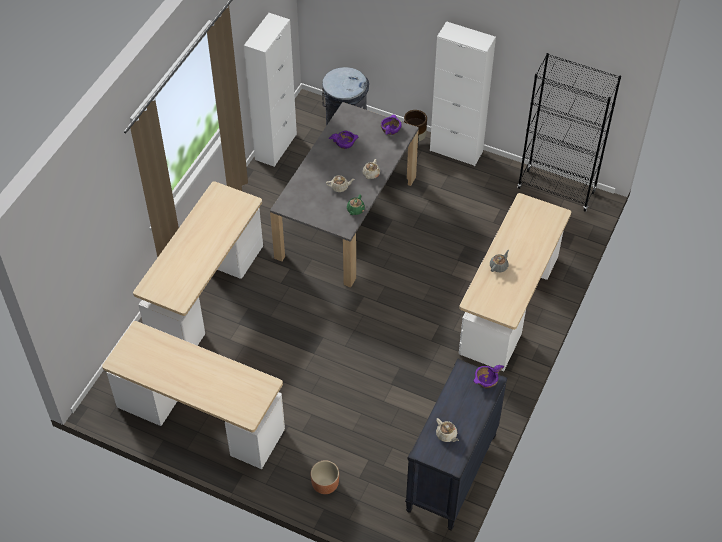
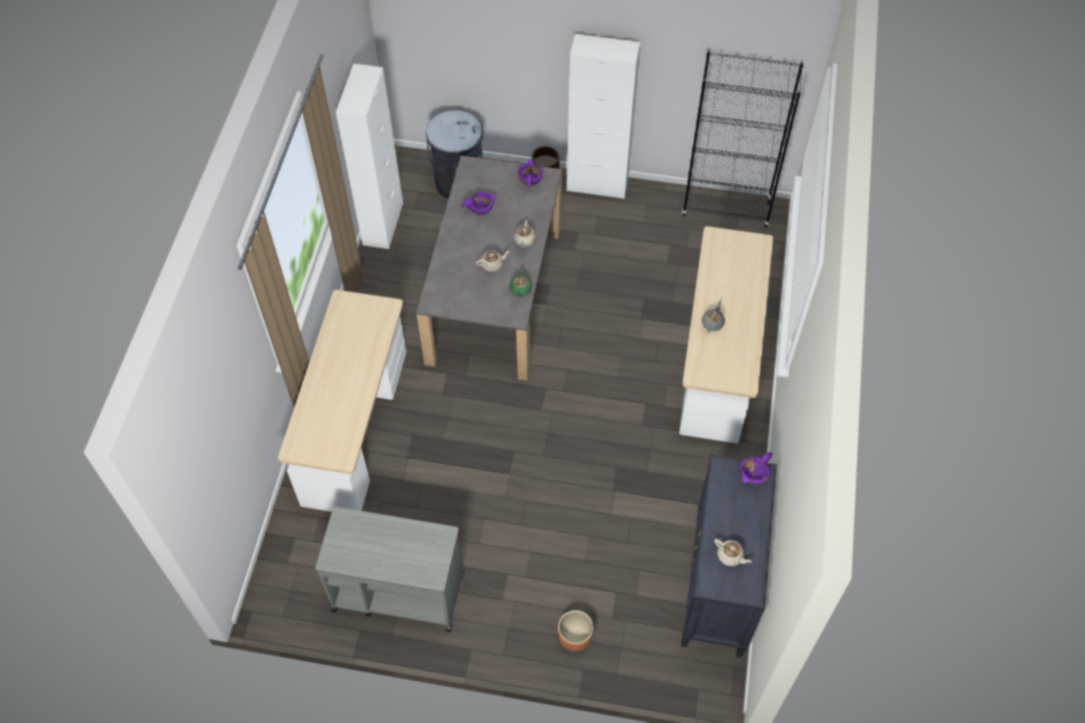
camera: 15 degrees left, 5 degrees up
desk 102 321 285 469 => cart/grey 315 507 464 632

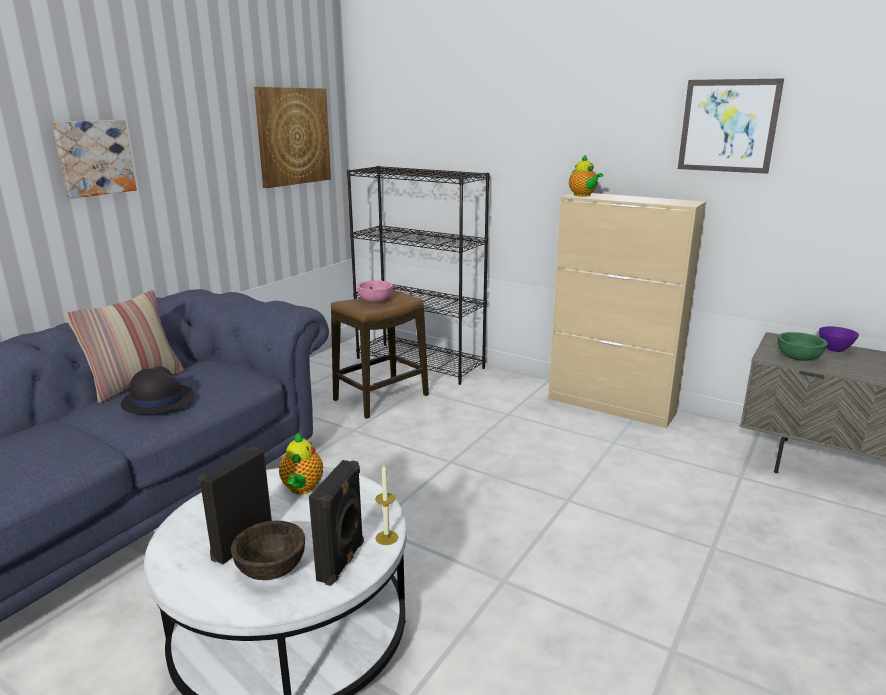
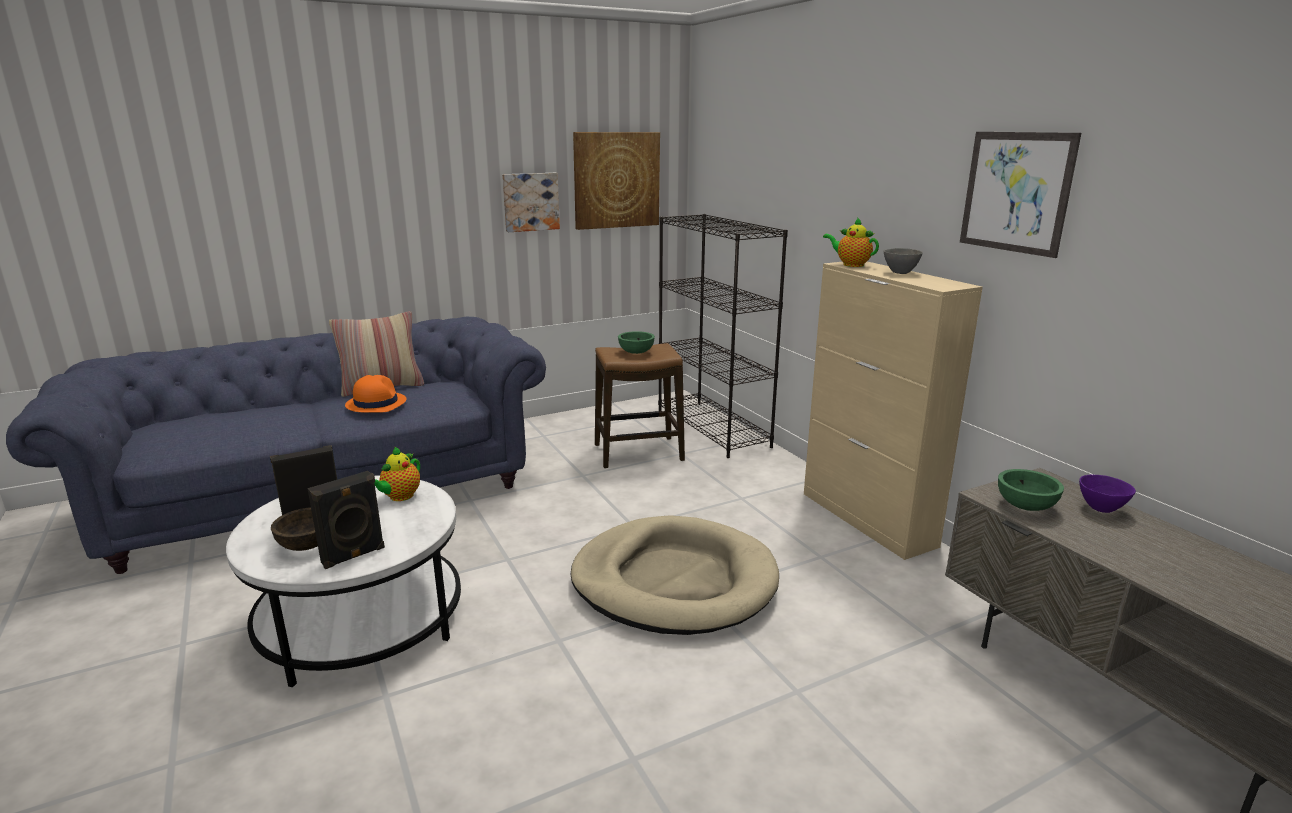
camera: 30 degrees right, 0 degrees up
picture 52 120 137 198 => picture 502 173 560 232, shifted
hat/black 120 367 195 414 => hat/orange 345 375 406 413
bowl/pink 357 280 393 302 => bowl/green 618 331 655 354
candle 375 465 398 545 => nothing
teapot 569 154 603 197 => teapot 823 217 879 267, 120 degrees clockwise
nothing => dog bed/beige 571 515 779 635
nothing => bowl/grey 884 248 923 274

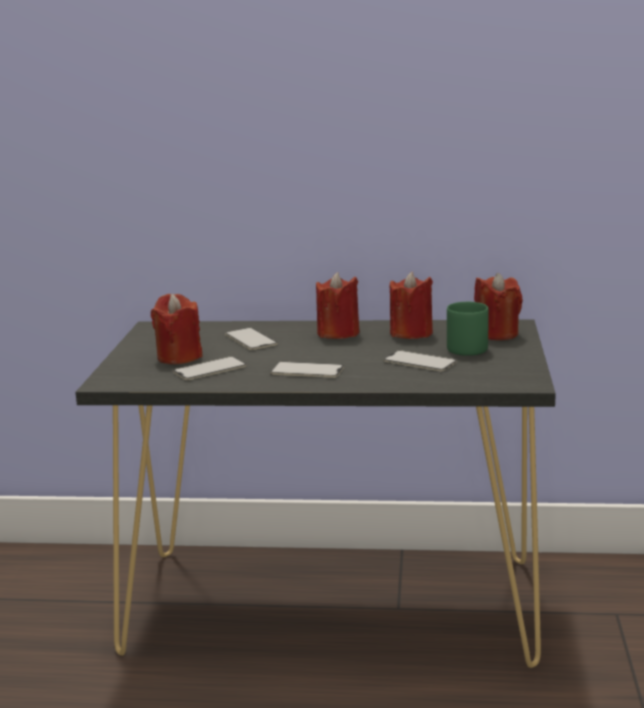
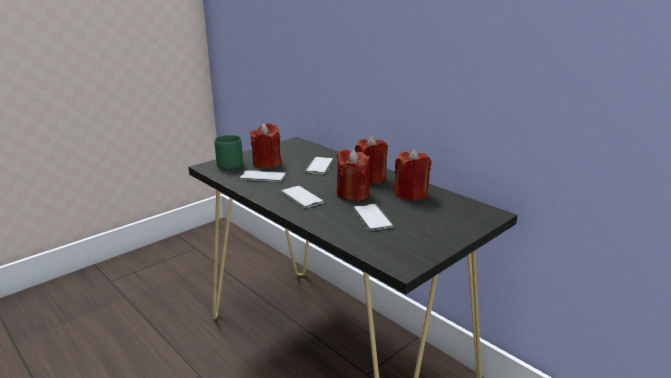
camera: 40 degrees right, 5 degrees up
mug/green 447 302 489 356 => mug/green 214 135 243 170, shifted
candle/red 474 273 523 340 => candle/red 337 149 370 201, shifted

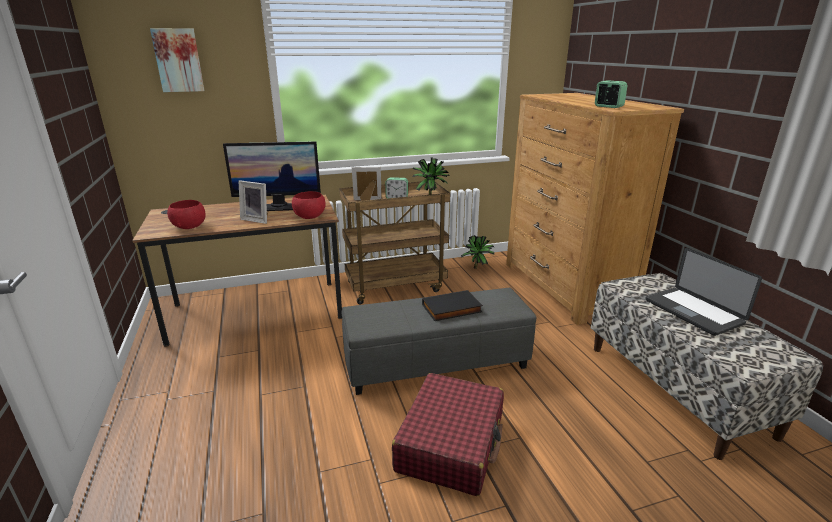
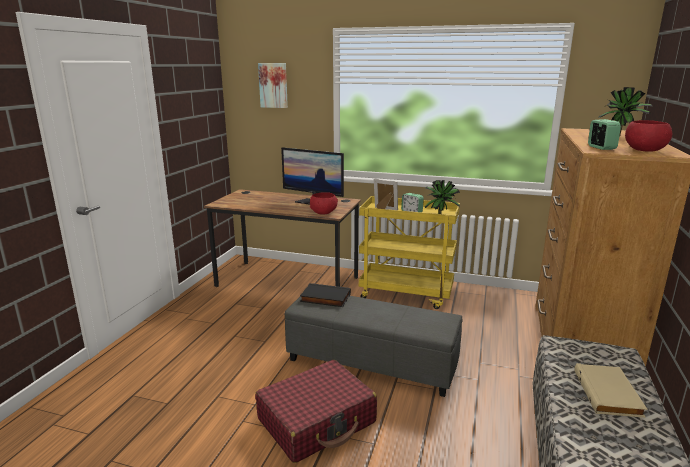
camera: 35 degrees right, 5 degrees down
bowl/red 167 200 206 229 => bowl/red 625 120 672 152, shifted
picture frame 238 180 268 224 => nothing
cart/brown 339 182 450 304 => cart/yellow 359 196 460 309
book/black 422 290 483 321 => book/black 300 283 351 307, shifted
potted plant 461 235 494 269 => potted plant 598 87 652 136, shifted
laptop 646 248 762 336 => book/beige 574 363 647 418

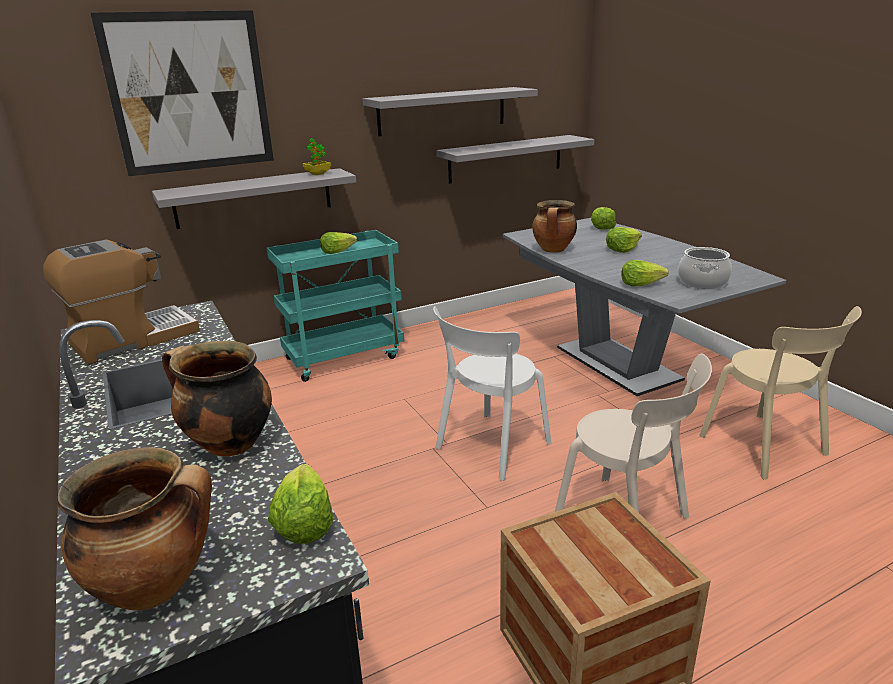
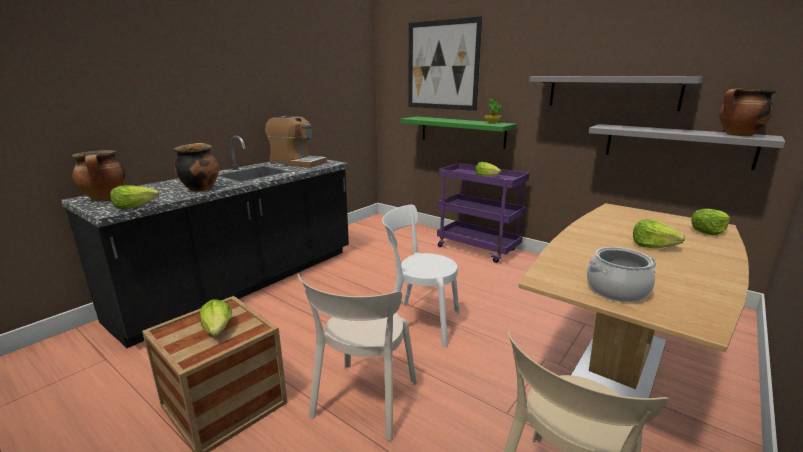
camera: 65 degrees right, 5 degrees down
shelf/grey 152 168 356 229 => shelf/green 400 117 517 149
cart/turquoise 266 230 404 382 => cart/purple 437 163 529 263
dining table/grey 503 218 786 396 => dining table/brown 518 203 749 398
cooking pot 532 200 577 253 => cooking pot 719 88 776 136, shifted
lettuce 621 260 669 286 => lettuce 200 300 232 336, shifted

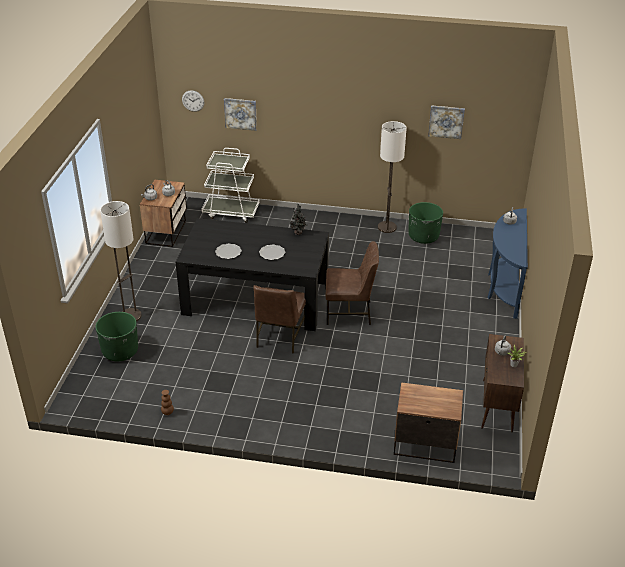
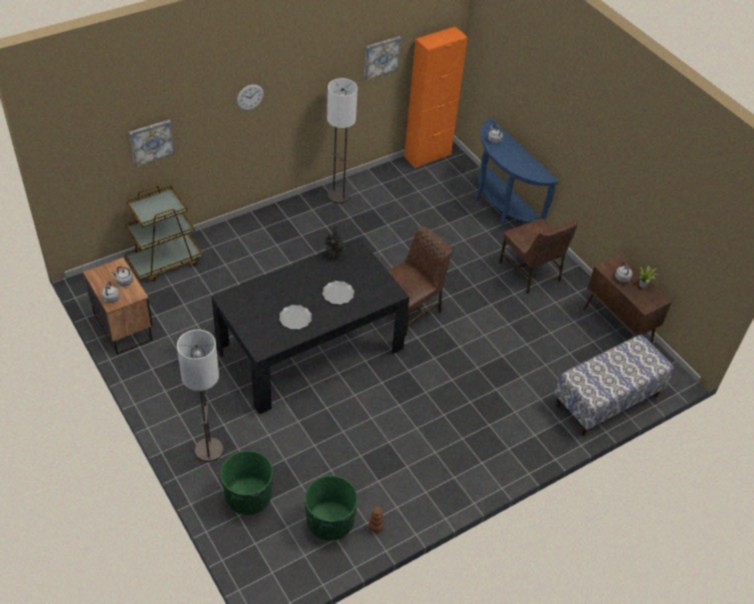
camera: 45 degrees left, 10 degrees up
wall clock 182 90 204 112 => wall clock 237 84 264 110, shifted
cart/white 201 148 259 223 => cart/brown 125 185 203 282
chair/brown 253 285 306 354 => chair/brown 499 218 578 294, shifted
nightstand 394 382 463 463 => bench 555 335 674 436
planter/green 409 202 443 244 => planter/green 305 475 358 541, shifted
nothing => cabinet/orange 404 27 468 168

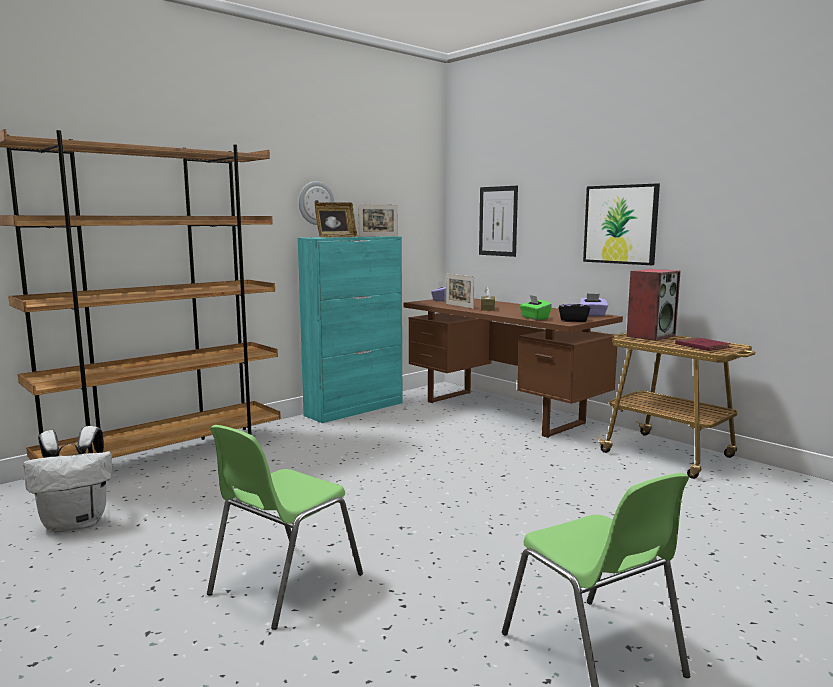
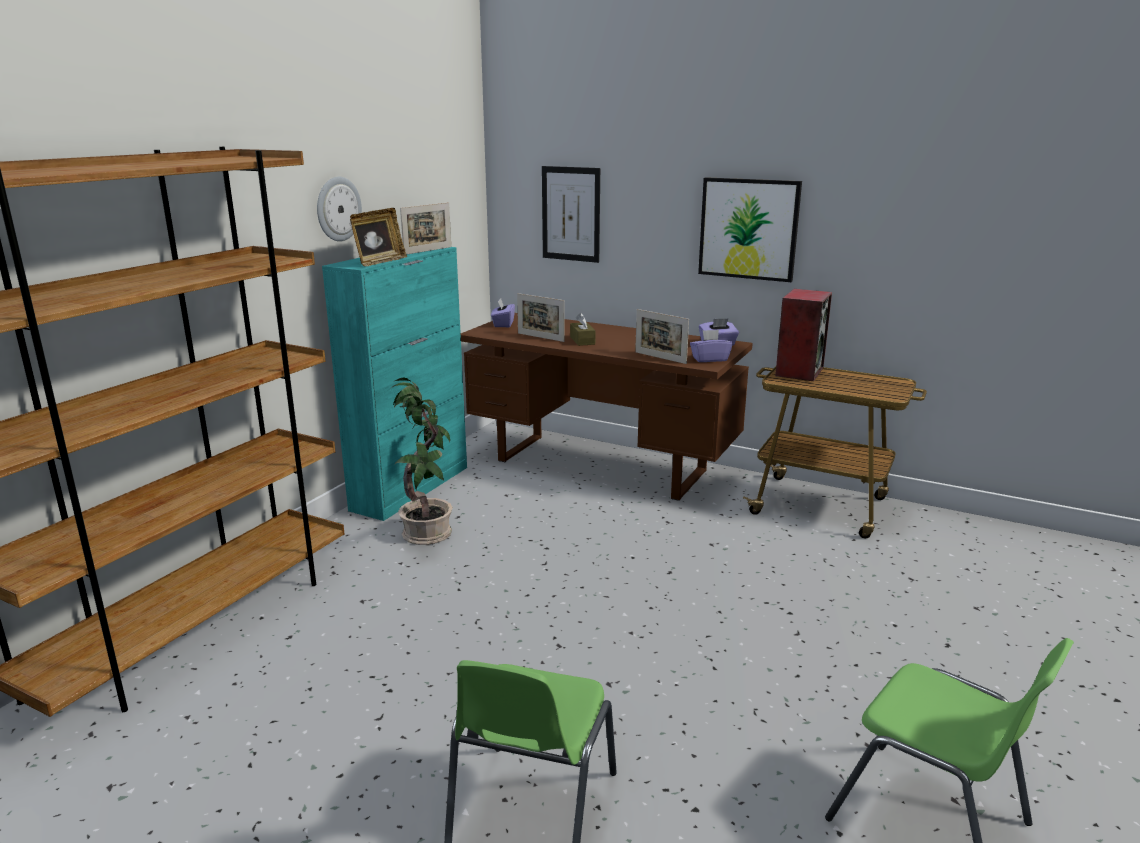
camera: 20 degrees left, 10 degrees up
backpack/white 24 426 112 533 => nothing
tissue box/green 520 295 552 320 => picture frame 635 309 689 364
tissue box/black 559 297 590 322 => tissue box/purple 690 330 733 362
book/red 675 337 731 351 => nothing
nothing => potted plant 391 377 453 545

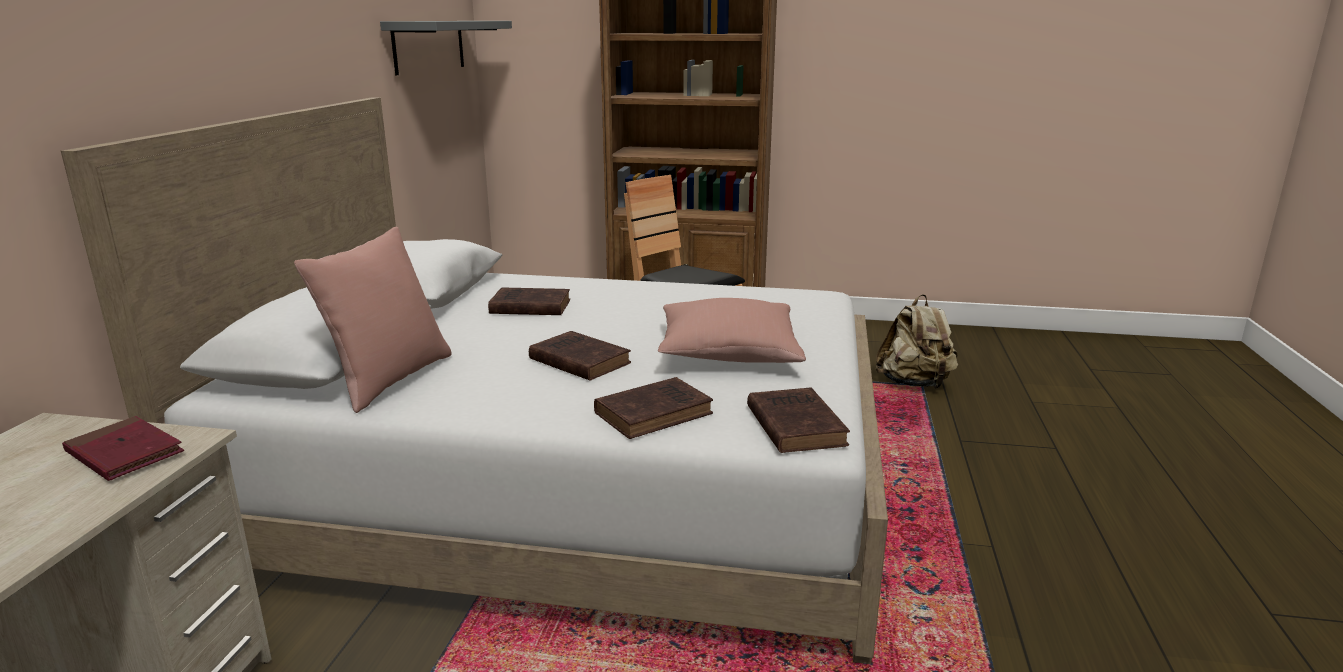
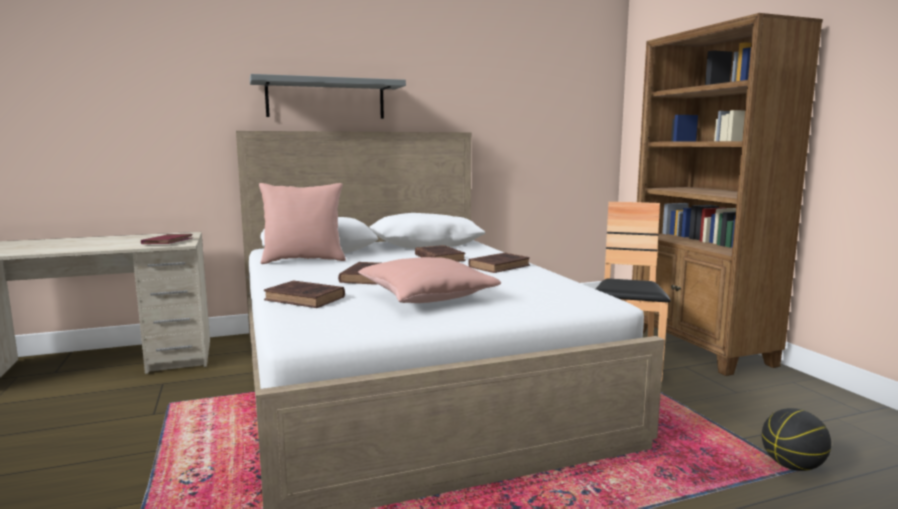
camera: 60 degrees right, 10 degrees down
shelf/grey 380 21 512 75 => shelf/grey 250 74 406 119, shifted
book/brown 747 388 850 453 => book/brown 468 253 530 273, shifted
backpack/beige 876 294 958 389 => basketball 762 408 831 471

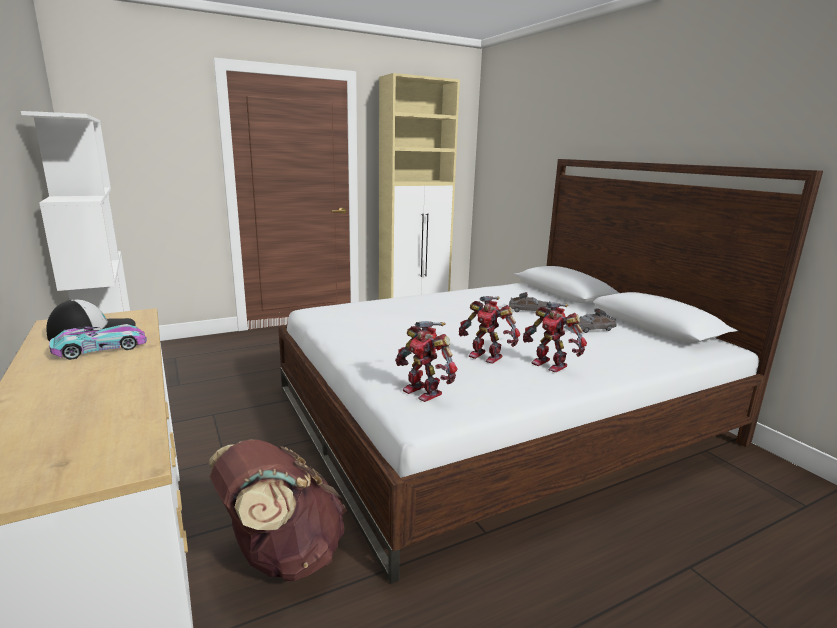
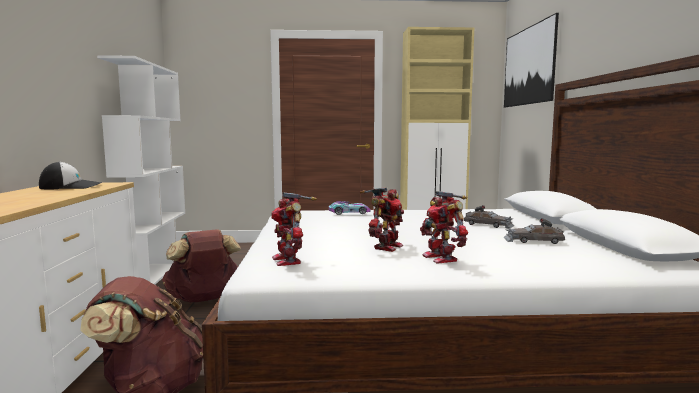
camera: 25 degrees right, 10 degrees down
toy car 49 324 147 360 => toy car 329 201 371 215, shifted
toy robot 459 296 520 364 => toy robot 360 187 404 252, 120 degrees counterclockwise
nothing => backpack/brown 162 229 241 302
nothing => picture 504 13 559 107

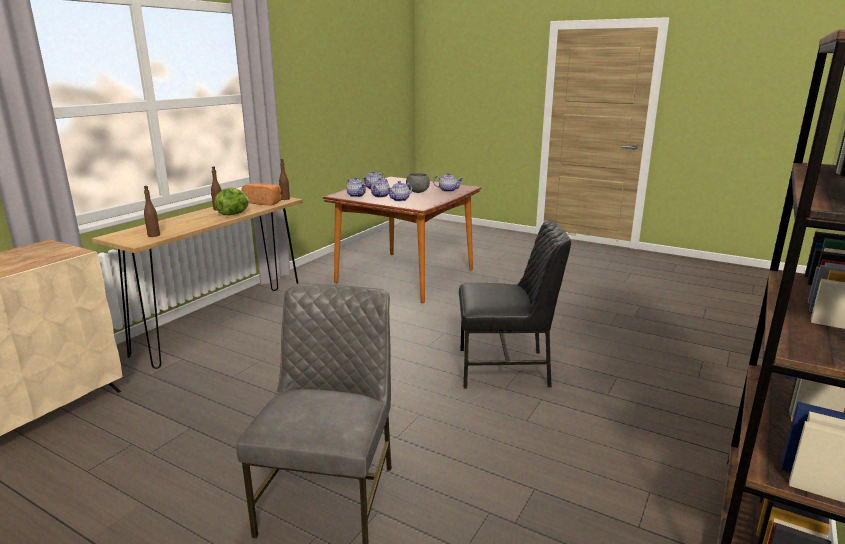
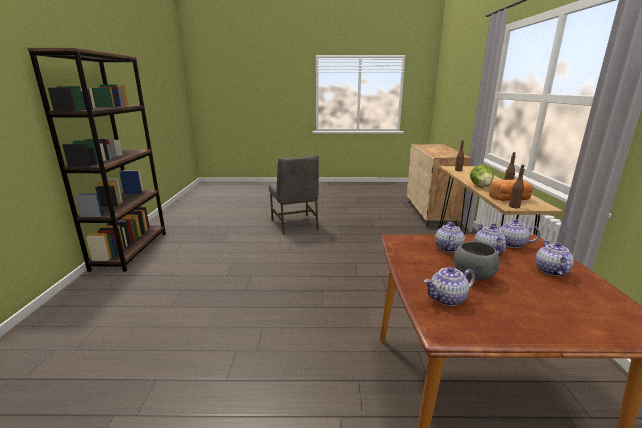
camera: 150 degrees right, 0 degrees up
chair/black 459 221 571 389 => nothing

